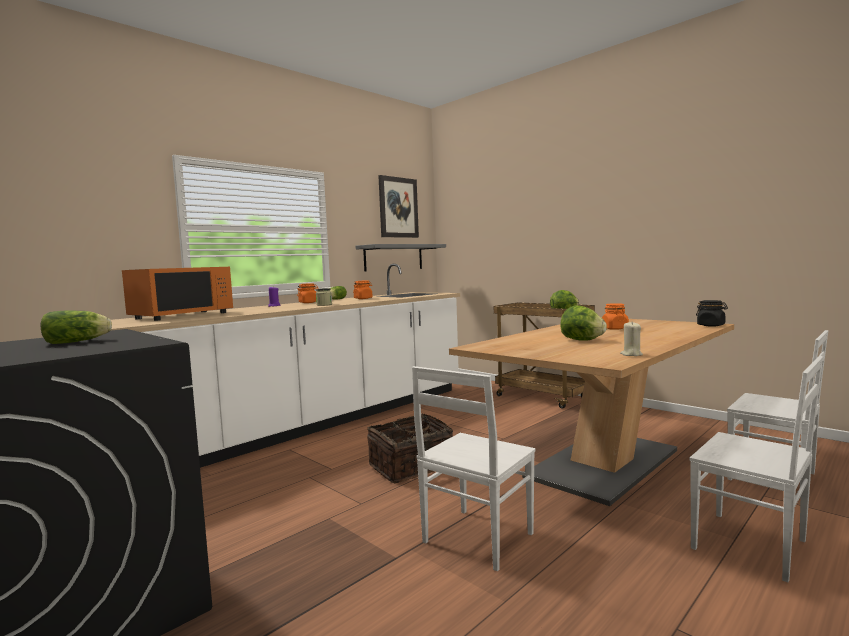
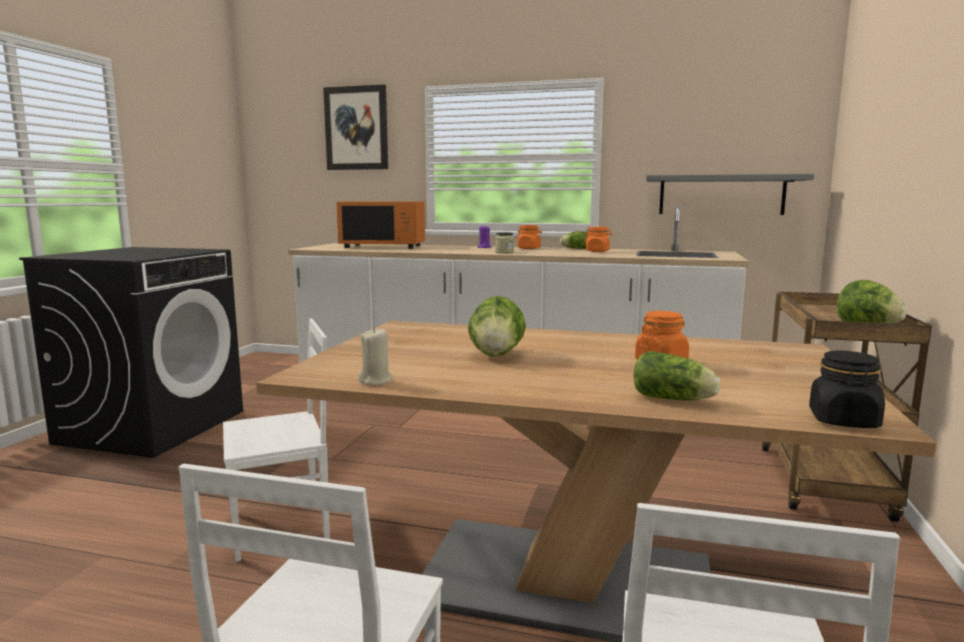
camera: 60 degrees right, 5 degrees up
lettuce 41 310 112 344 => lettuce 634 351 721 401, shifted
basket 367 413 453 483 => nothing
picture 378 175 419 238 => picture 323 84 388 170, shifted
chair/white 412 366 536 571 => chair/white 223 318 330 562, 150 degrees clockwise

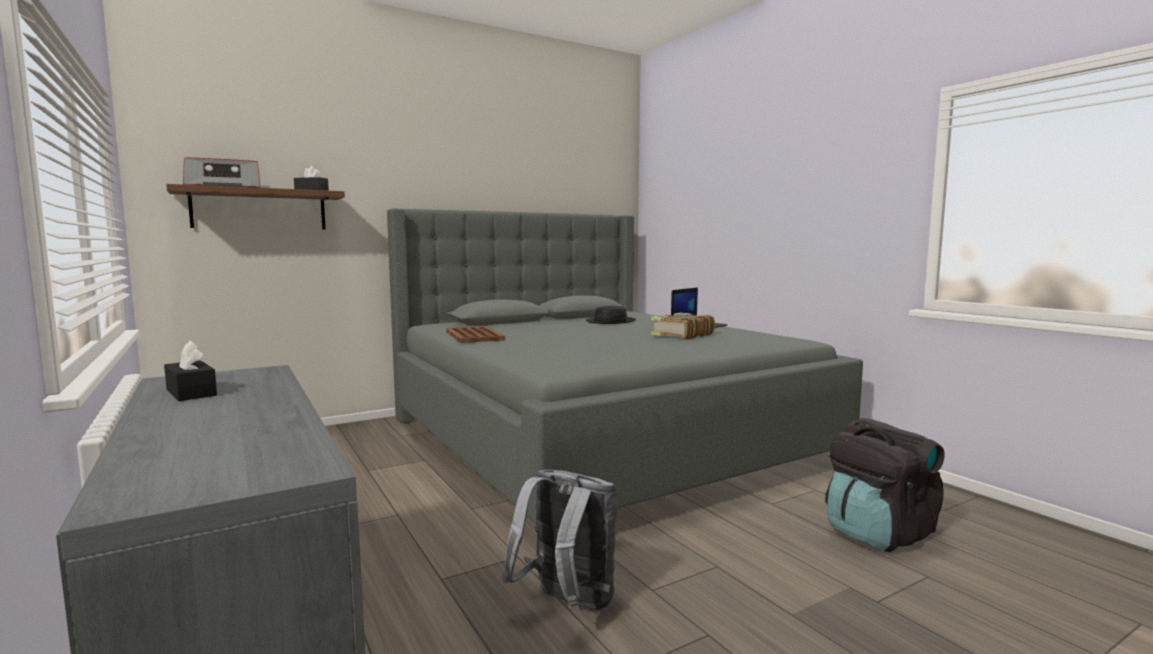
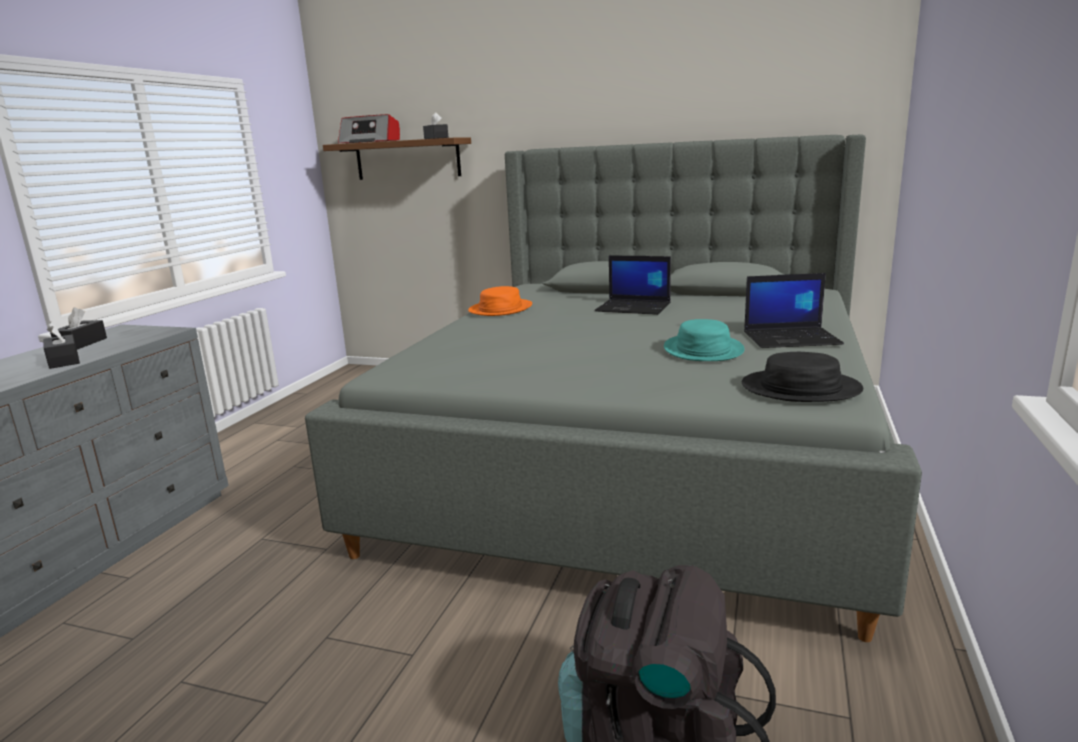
camera: 50 degrees right, 10 degrees up
tray/brown 446 326 505 343 => hat/orange 468 286 532 316
backpack/grey 502 470 618 611 => nothing
hat/black 586 306 636 324 => hat/black 742 352 863 402, shifted
book 651 313 715 339 => hat/turquoise 664 319 745 361
nothing => tissue box/black 43 322 80 369
nothing => laptop 595 255 671 315

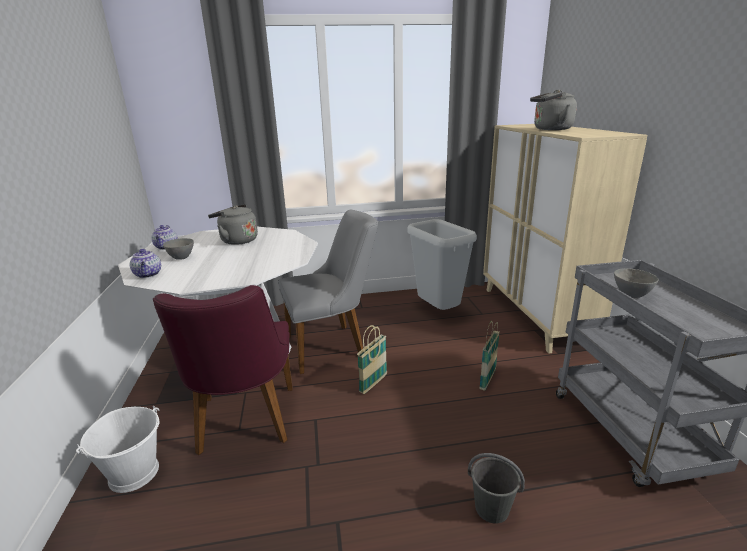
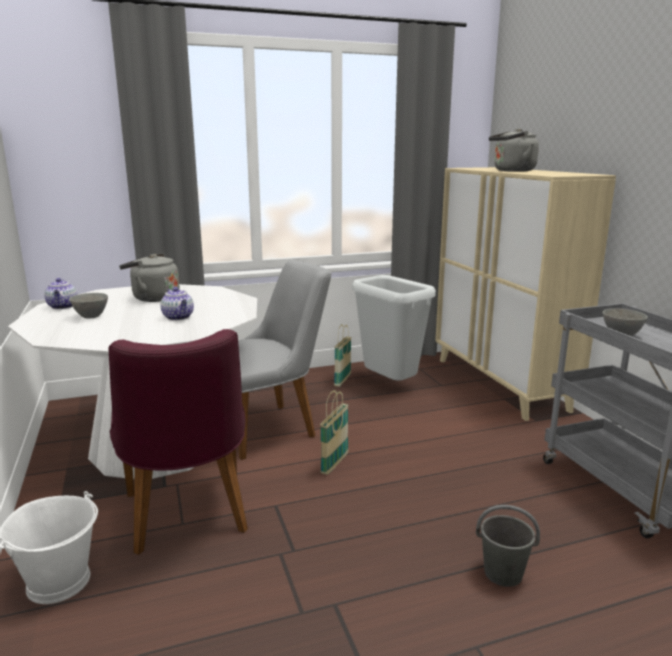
camera: 10 degrees left, 5 degrees down
teapot 130 249 161 278 => teapot 160 287 194 320, shifted
basket 479 321 500 391 => basket 334 324 351 387, shifted

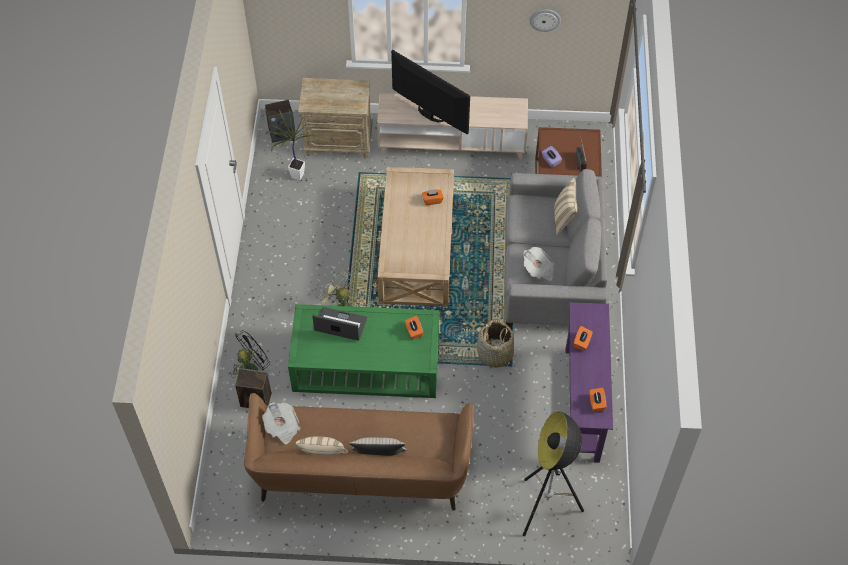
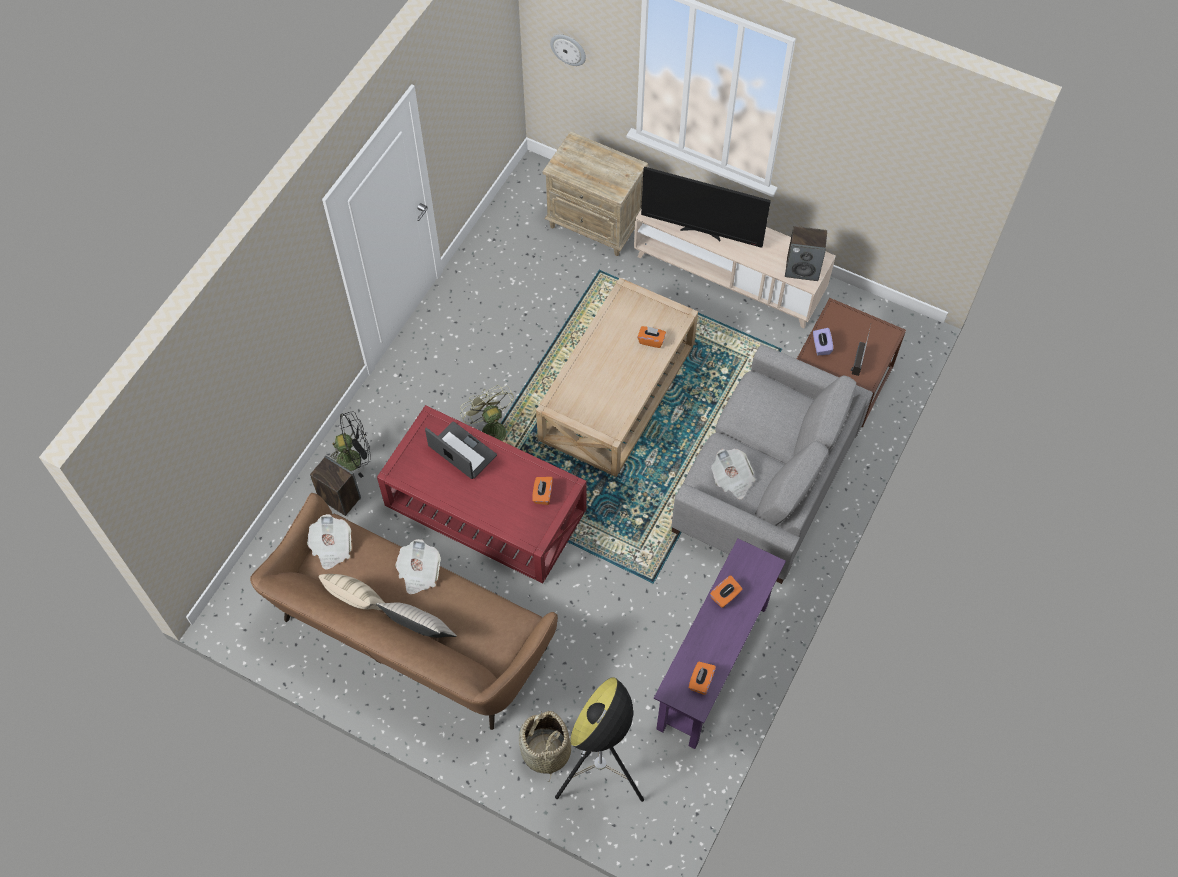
camera: 25 degrees right, 5 degrees up
speaker 265 100 296 143 => speaker 785 226 827 281, shifted
potted plant 265 109 321 180 => nothing
coffee table/green 288 304 440 398 => coffee table/red 377 405 587 584
television 391 50 470 135 => television 641 167 771 248, 135 degrees clockwise
basket 477 320 514 368 => basket 519 710 571 781, shifted
wall clock 530 9 561 32 => wall clock 550 34 586 66, shifted
pillow/beige 554 178 578 236 => nothing
nothing => newspaper 395 539 441 595

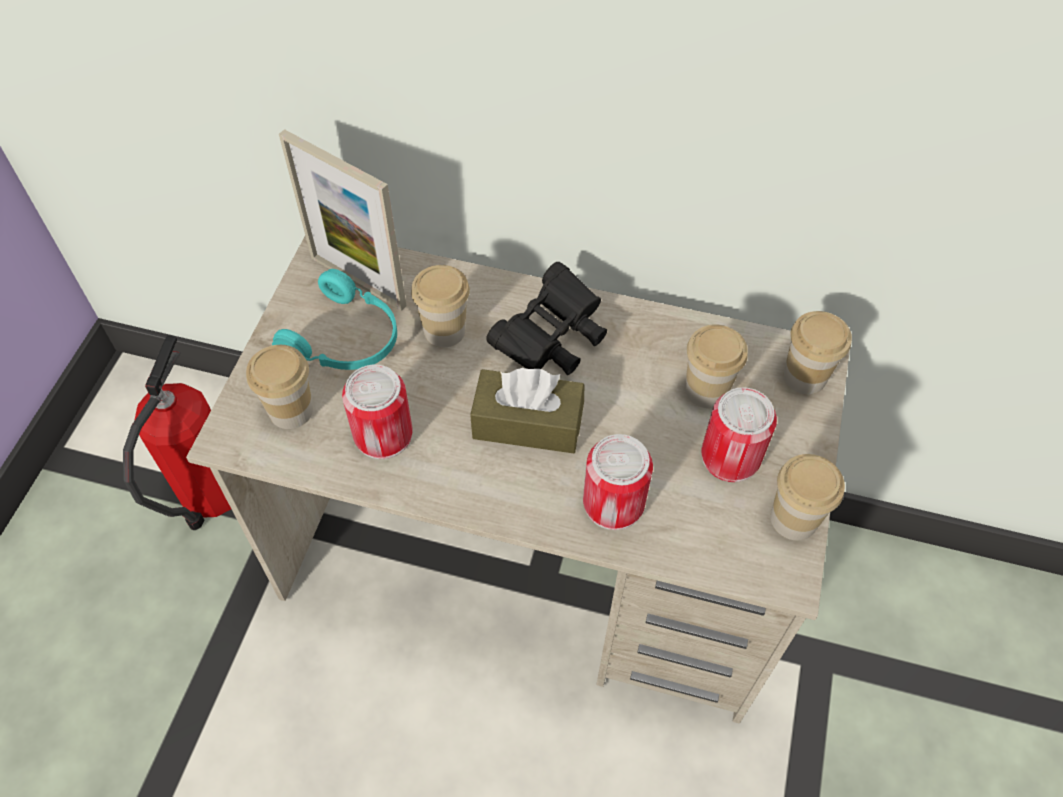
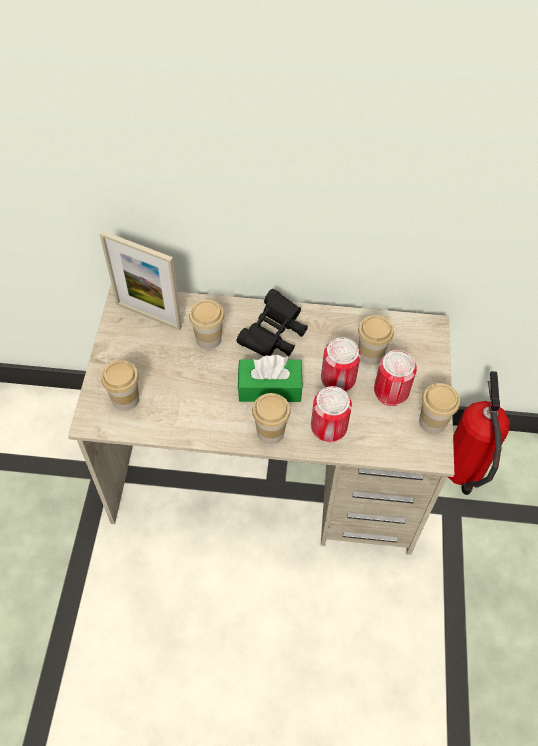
camera: 10 degrees left, 0 degrees up
fire extinguisher 123 335 231 530 => fire extinguisher 448 371 510 495, shifted
headphones/turquoise 272 269 397 370 => nothing
can 342 365 413 459 => can 321 337 361 392, shifted
tissue box/brown 470 368 584 453 => tissue box/green 238 355 303 402
cup 784 311 852 394 => cup 252 393 290 444, shifted

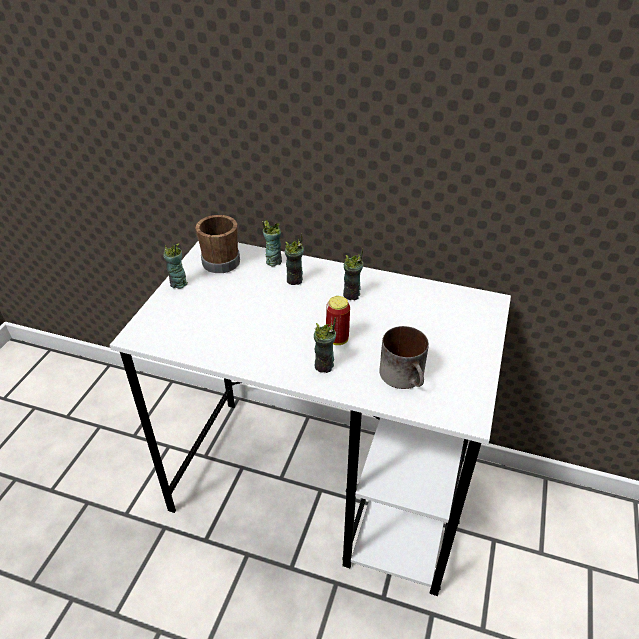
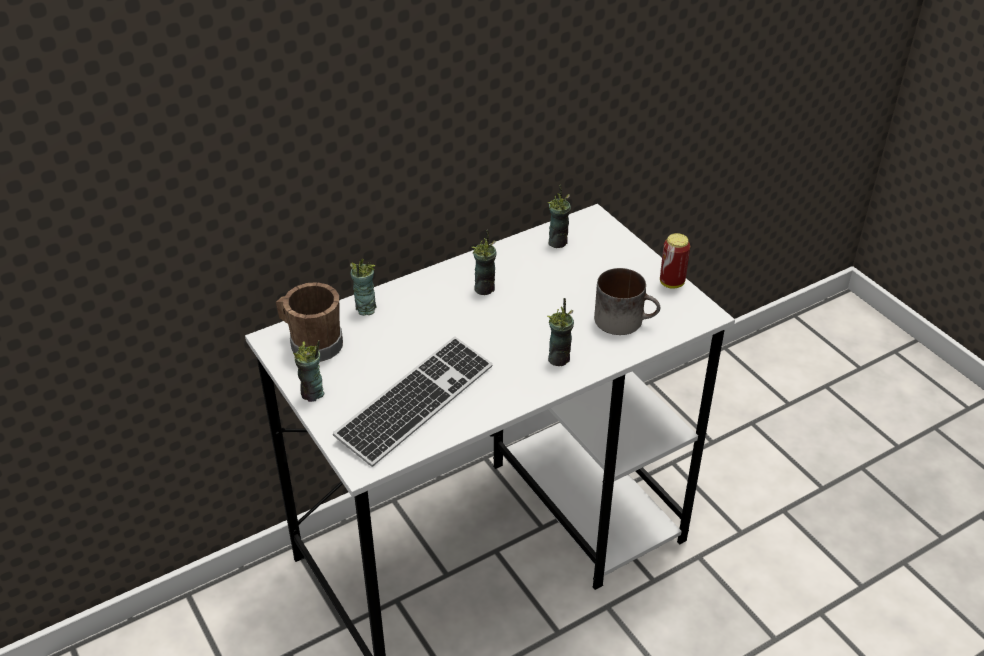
camera: 50 degrees left, 0 degrees up
cup 285 234 304 285 => cup 548 185 571 248, shifted
can 326 296 350 345 => can 660 233 690 289, shifted
nothing => keyboard 333 336 493 467

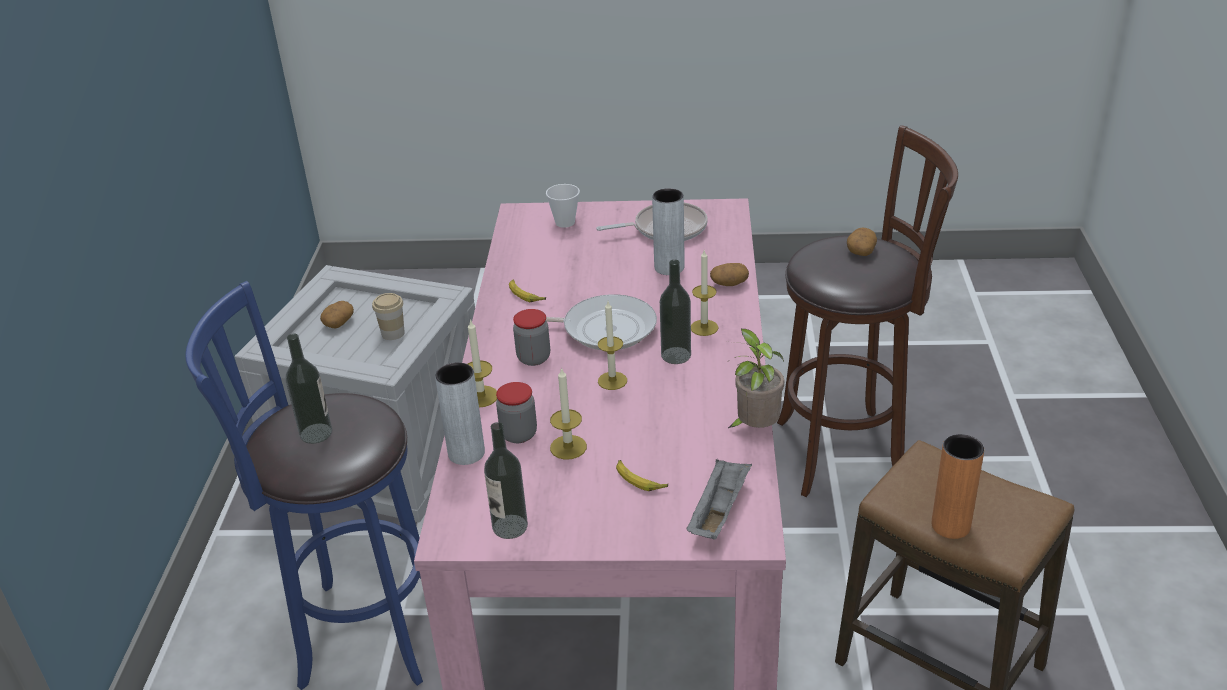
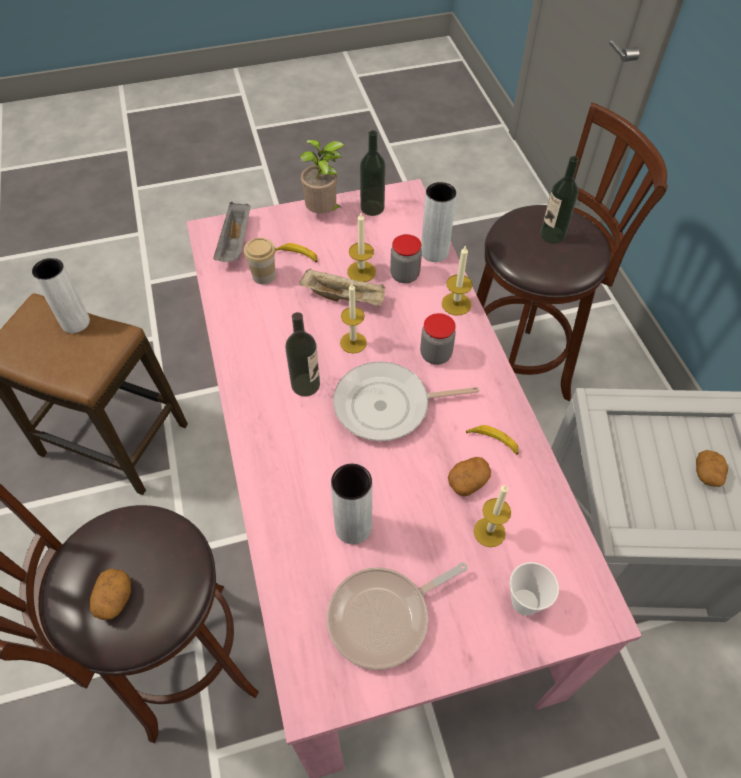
camera: 160 degrees right, 20 degrees up
stool/blue 185 281 423 690 => stool/brown 477 103 668 401
cup 372 293 405 340 => cup 244 238 276 285, shifted
candle 691 250 719 336 => candle 474 485 511 547, shifted
potato 710 263 749 286 => potato 448 457 491 497, shifted
potted plant 728 329 784 428 => potted plant 299 140 344 213, shifted
vase/orange 932 434 984 539 => vase/white 32 258 90 333
nothing => tray/beige 299 268 385 307

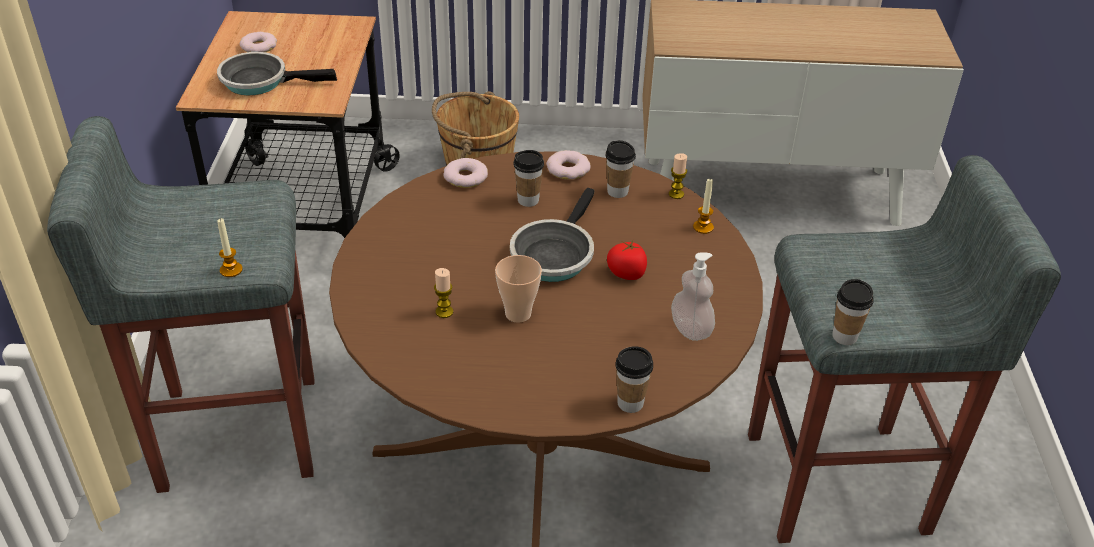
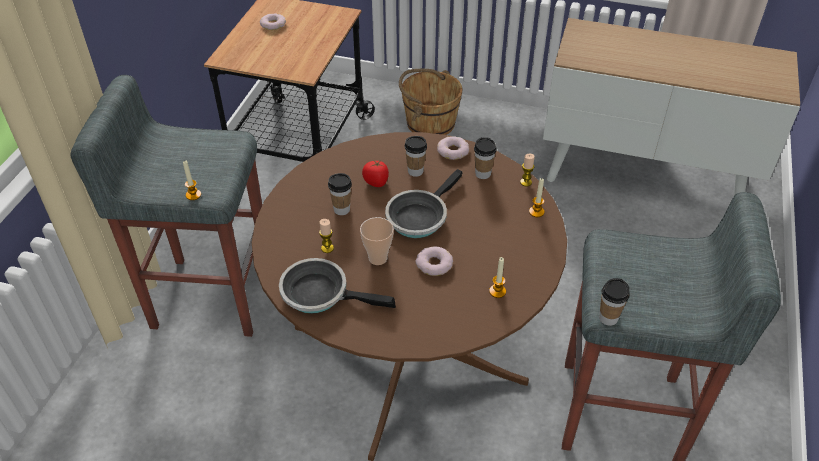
camera: 15 degrees right, 5 degrees up
frying pan 217 52 337 95 => frying pan 279 258 396 313, shifted
donut 443 158 488 188 => donut 415 246 453 276, shifted
tomato 607 240 647 280 => tomato 362 159 389 187, shifted
cup 615 346 653 413 => cup 328 173 352 215, shifted
soap dispenser 671 252 715 341 => candle 489 257 506 298

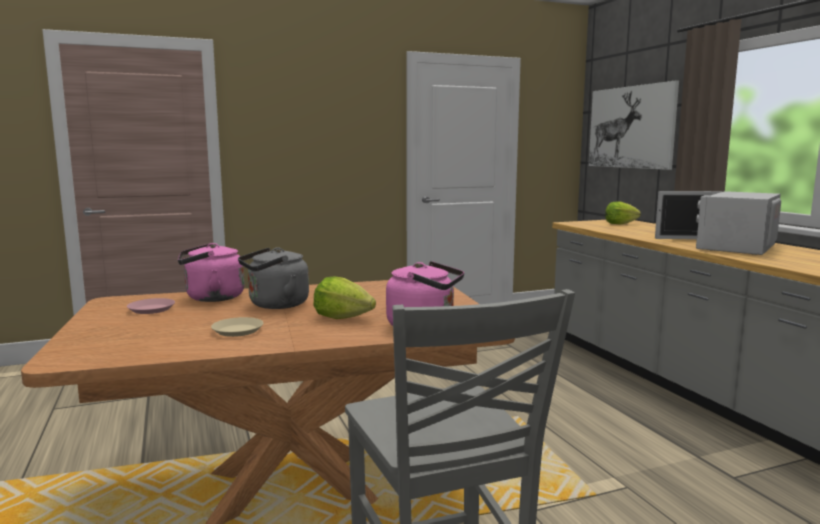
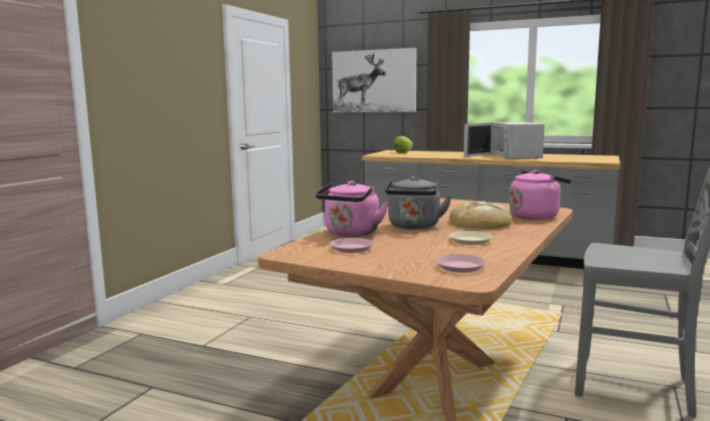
camera: 45 degrees left, 0 degrees up
lettuce 313 277 376 319 => bread 449 201 512 229
nothing => plate/pink 435 254 486 273

